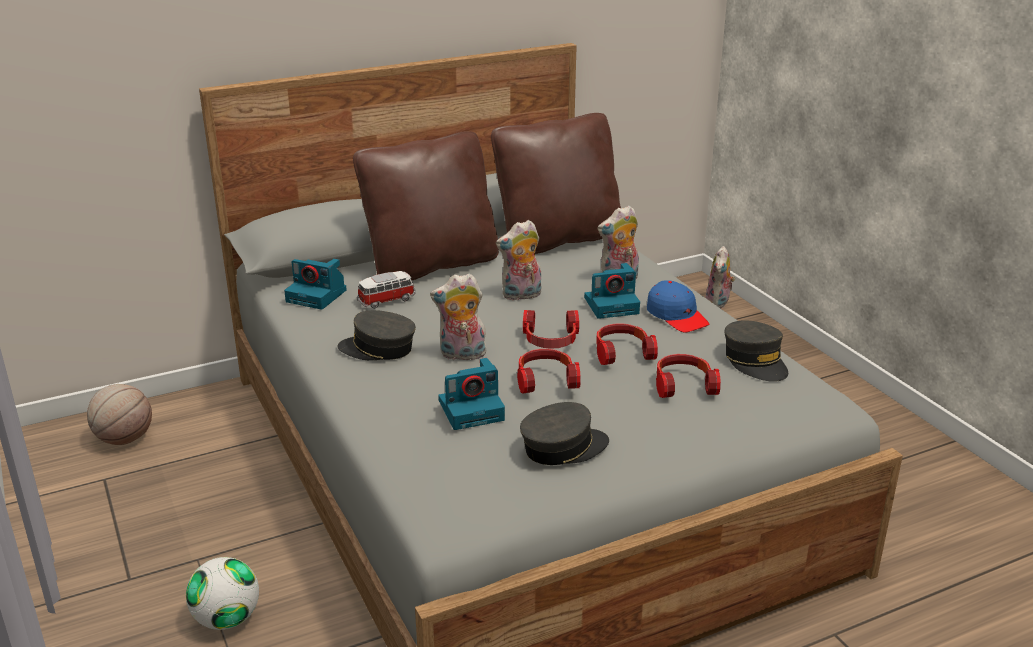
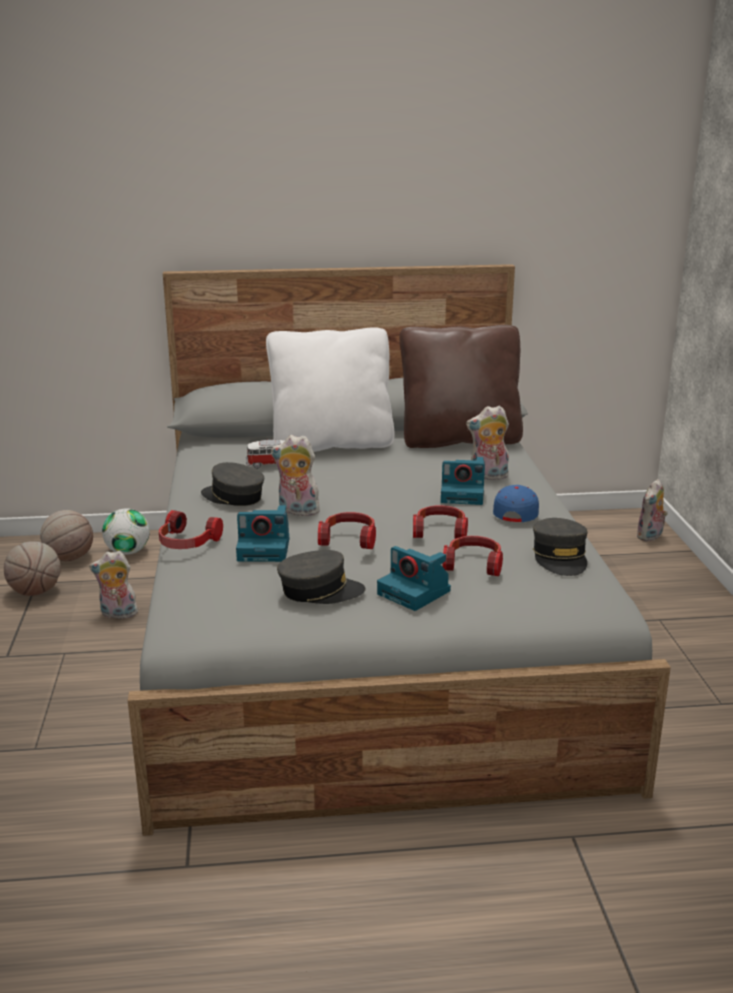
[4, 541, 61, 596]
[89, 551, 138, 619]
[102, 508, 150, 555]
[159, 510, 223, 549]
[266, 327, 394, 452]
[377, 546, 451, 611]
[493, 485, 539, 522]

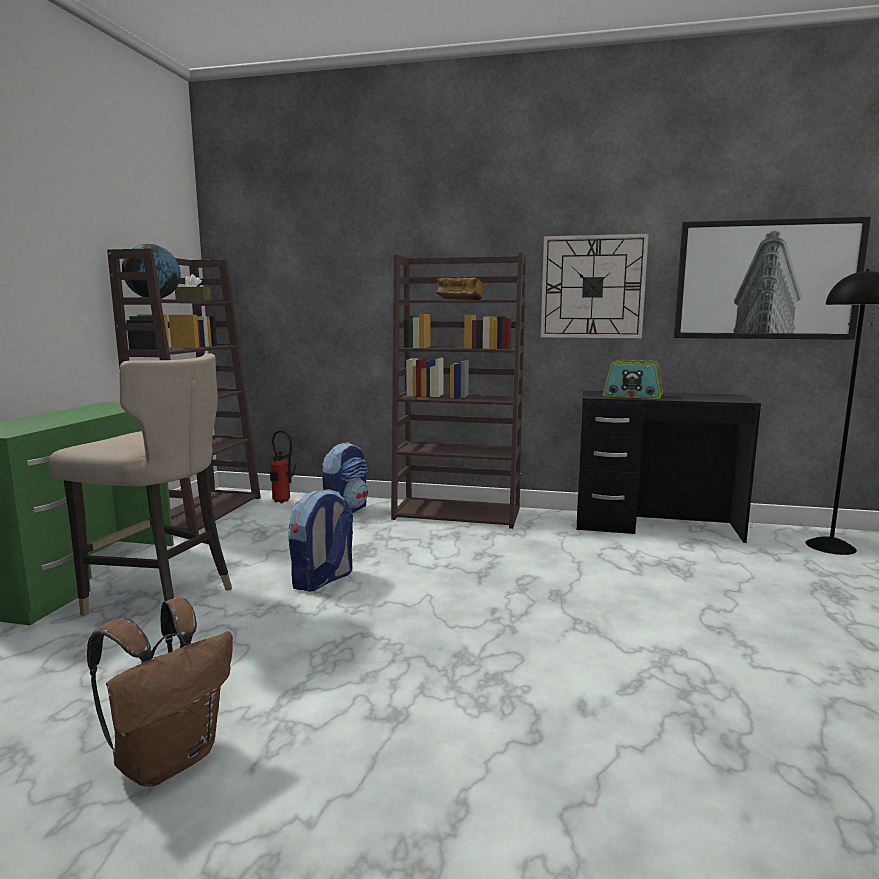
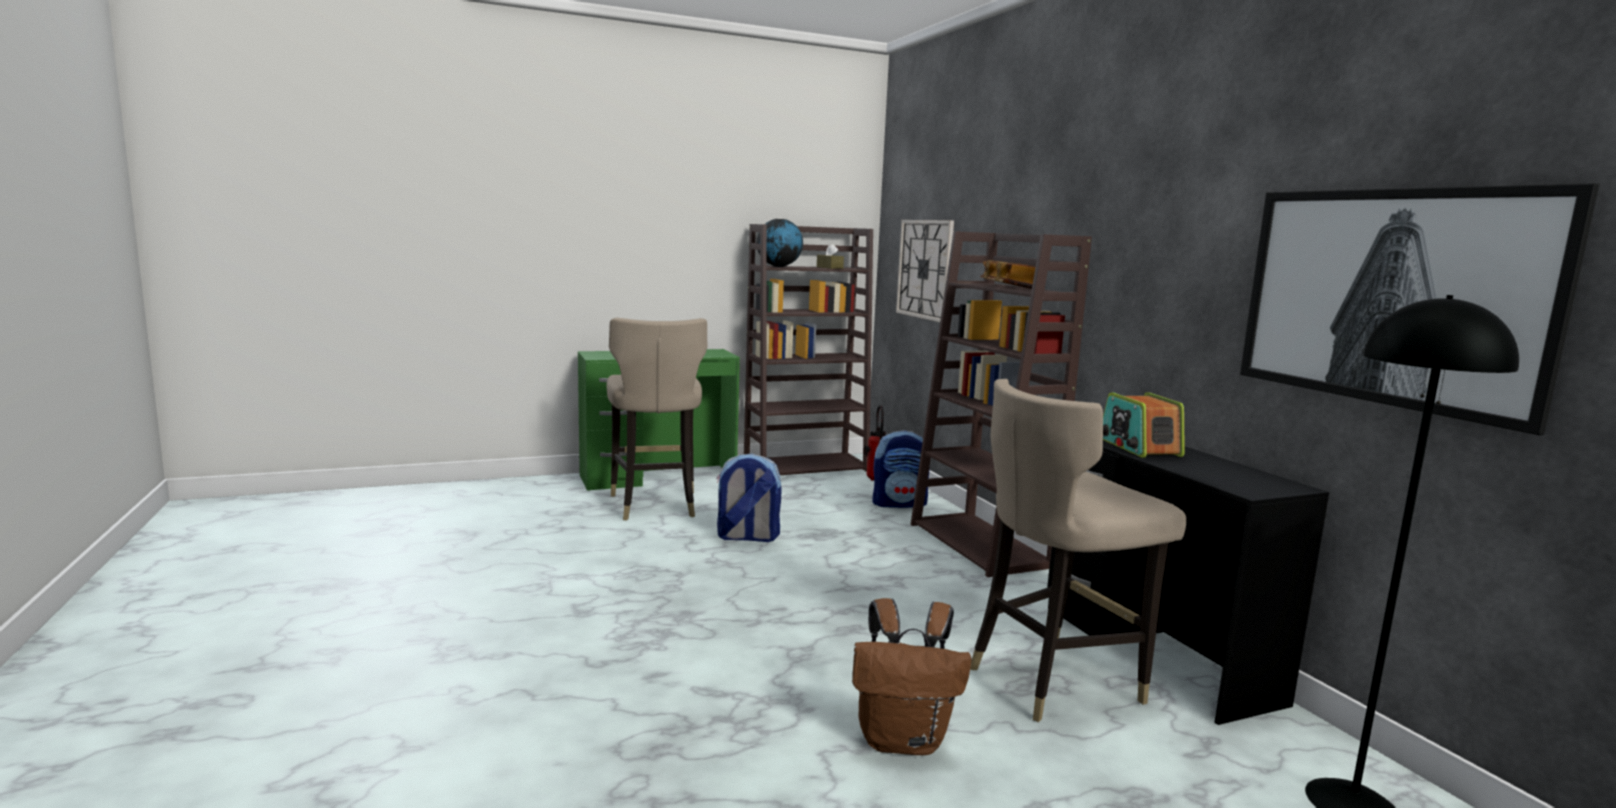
[852, 598, 972, 755]
[896, 220, 954, 322]
[970, 379, 1186, 722]

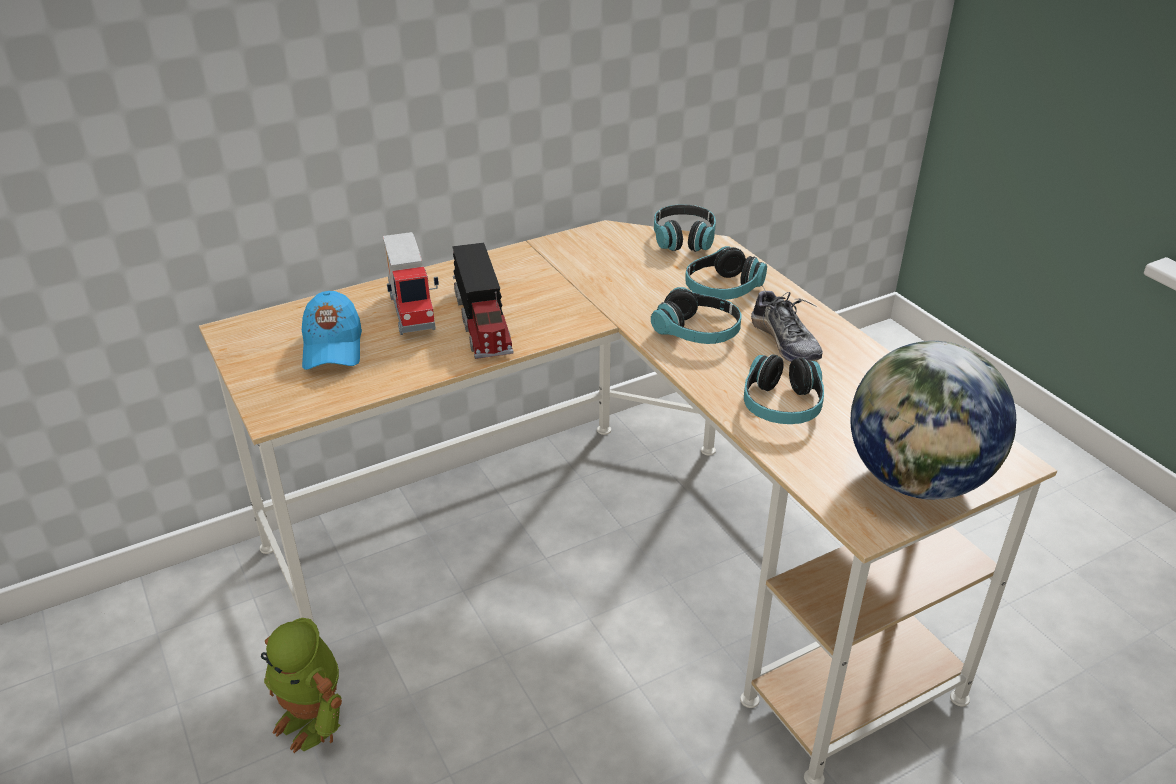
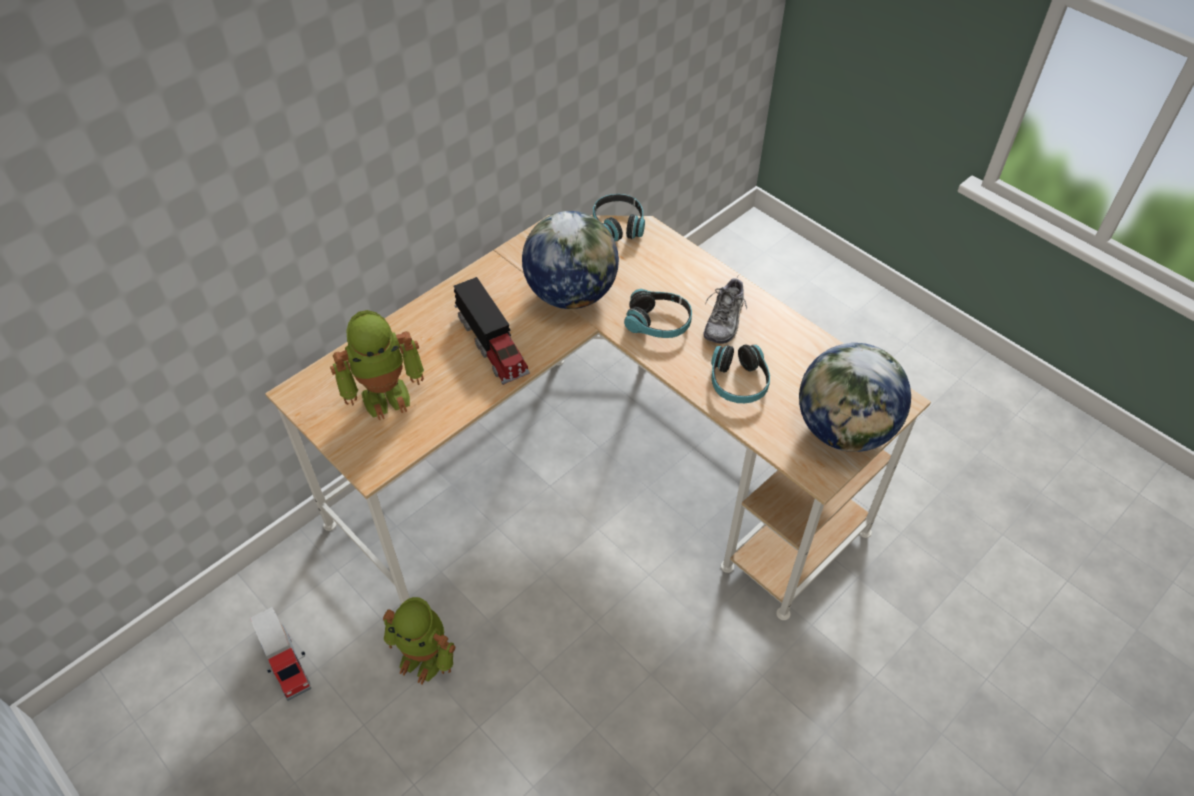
[250, 607, 312, 701]
[330, 310, 424, 420]
[522, 211, 619, 309]
[704, 279, 747, 344]
[685, 246, 767, 300] (first image)

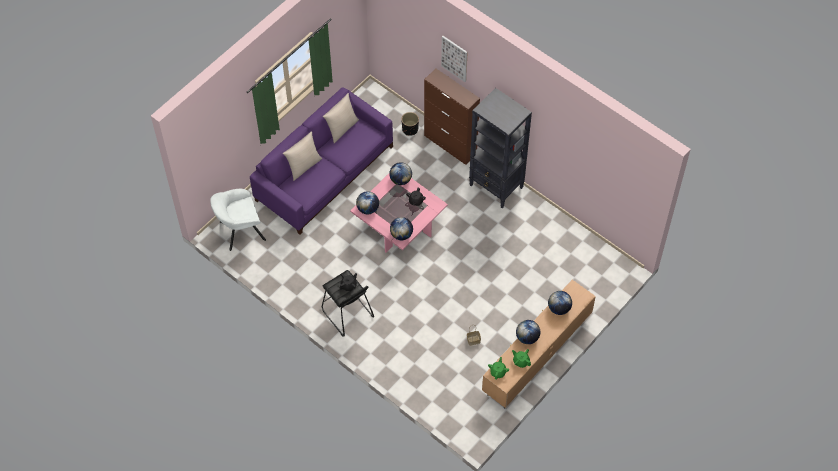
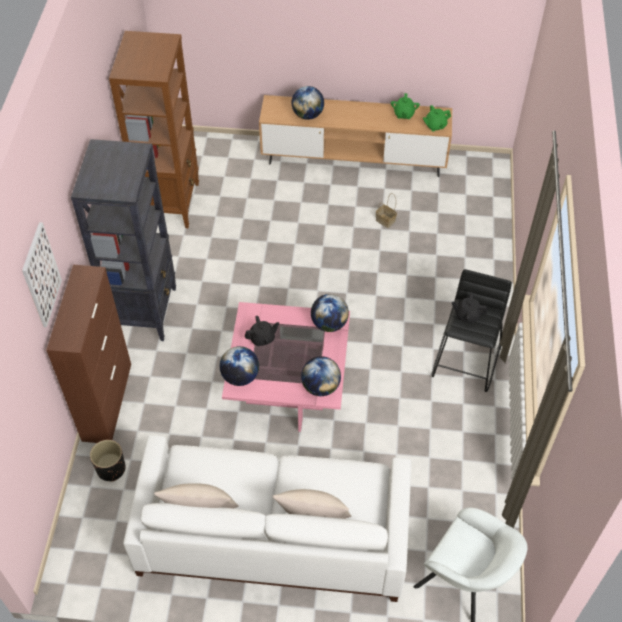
[109, 31, 199, 228]
[123, 435, 411, 602]
[516, 320, 540, 344] (first image)

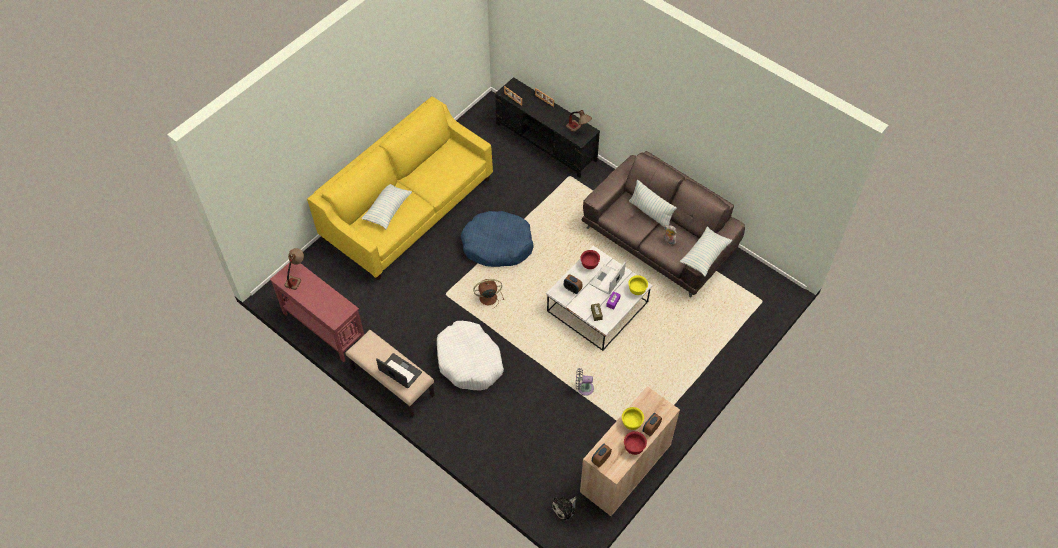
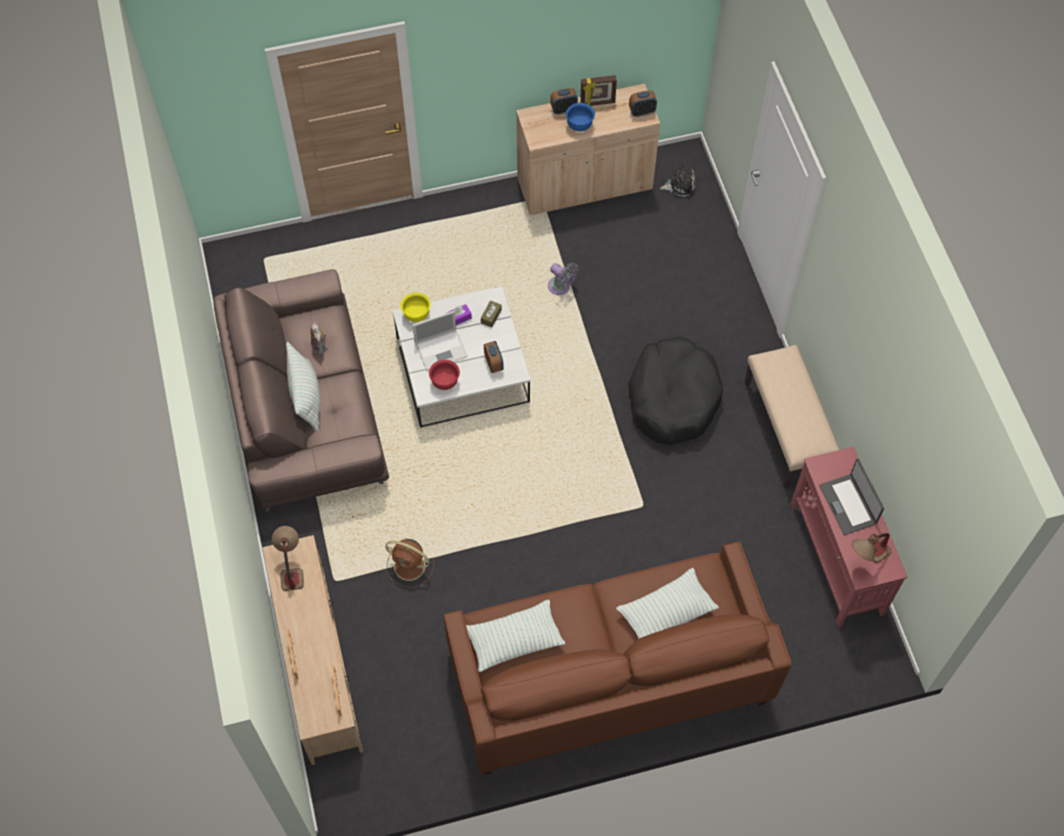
[262, 535, 363, 765]
[385, 539, 434, 588]
[444, 541, 792, 775]
[466, 600, 565, 672]
[566, 103, 595, 131]
[580, 75, 617, 106]
[628, 336, 723, 445]
[819, 459, 884, 535]
[461, 211, 534, 267] (first image)

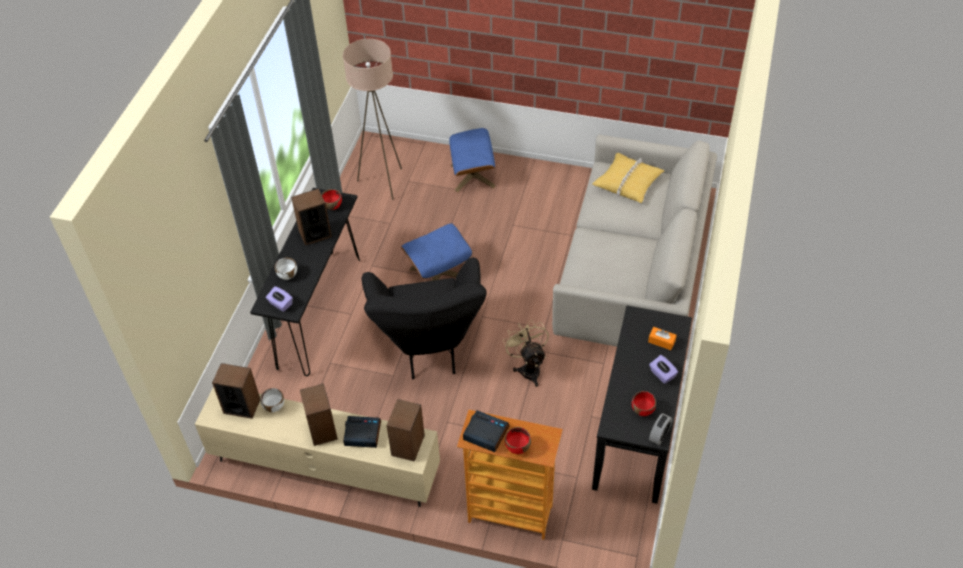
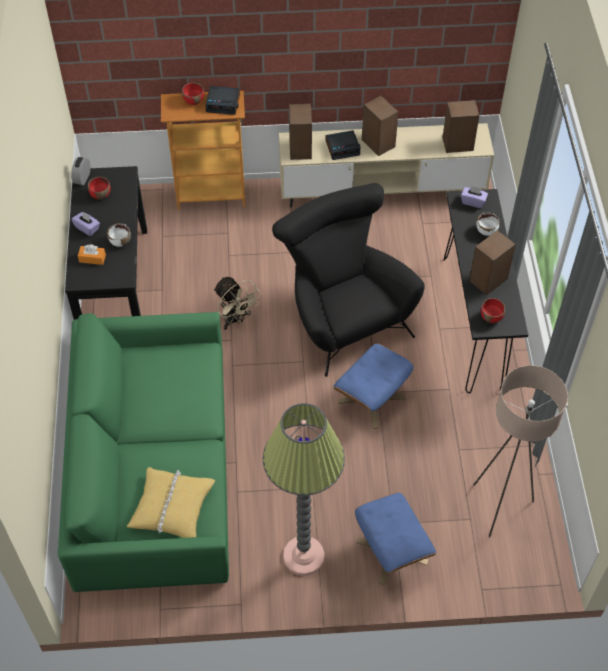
[58, 312, 229, 592]
[107, 223, 131, 247]
[263, 403, 345, 576]

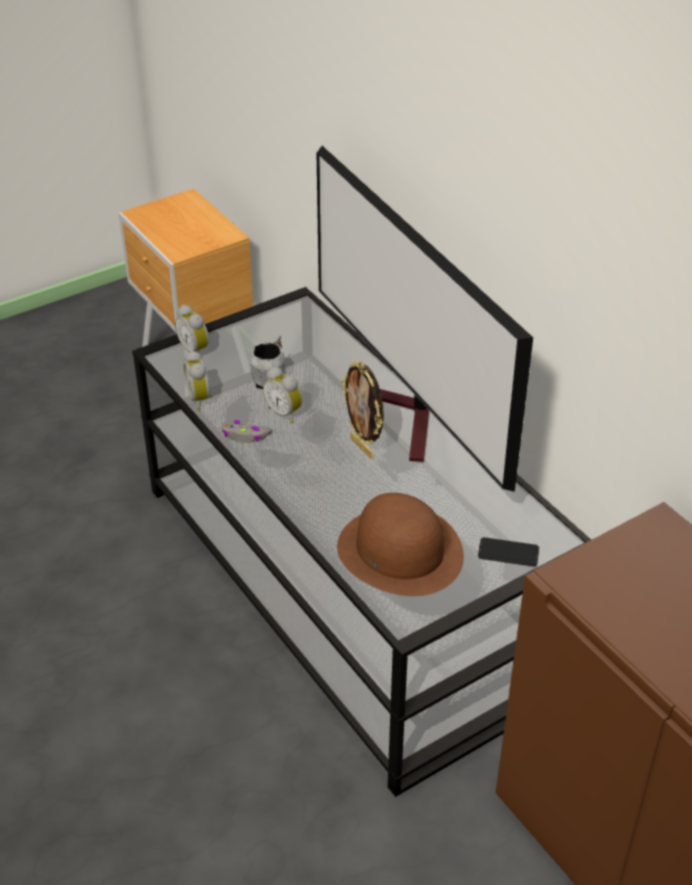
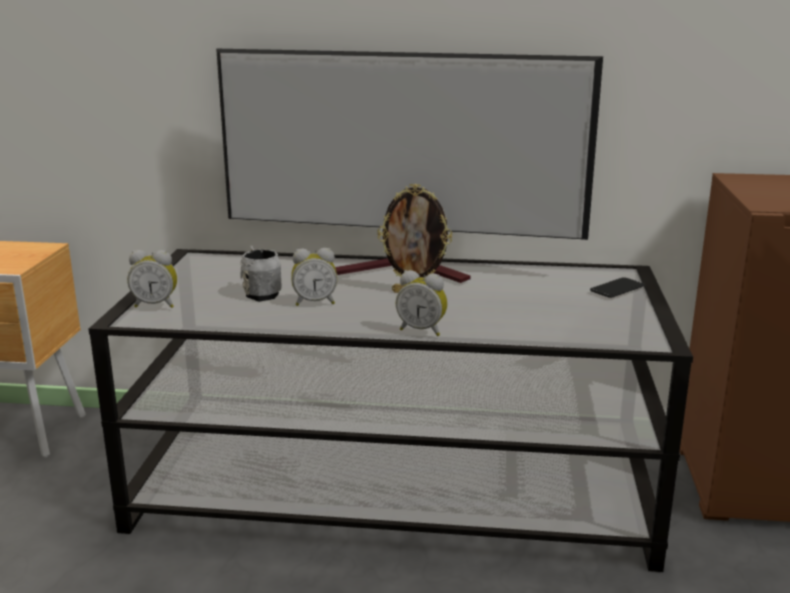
[396, 270, 448, 336]
[222, 420, 272, 443] (first image)
[337, 493, 464, 596] (first image)

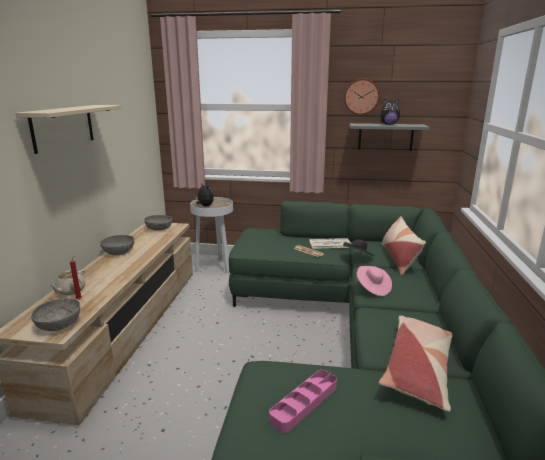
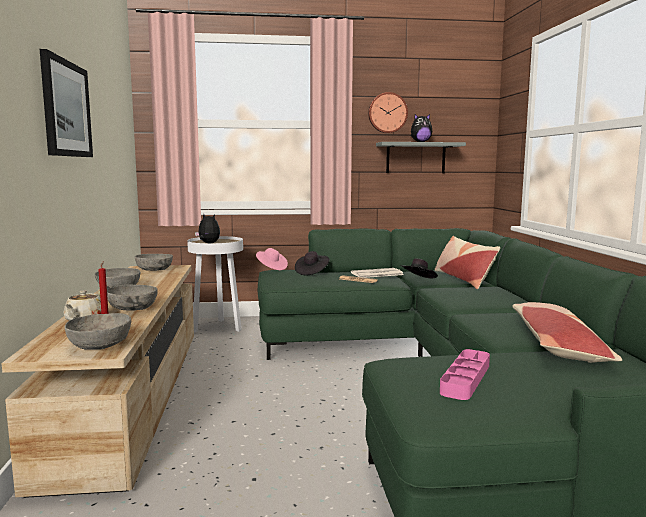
[40, 49, 93, 157]
[107, 285, 158, 311]
[256, 248, 288, 270]
[295, 251, 330, 275]

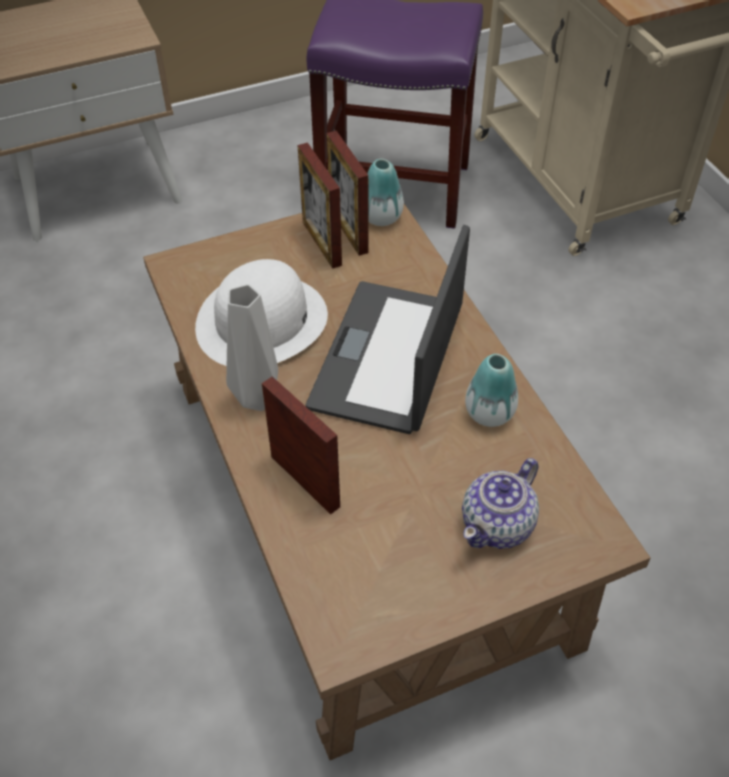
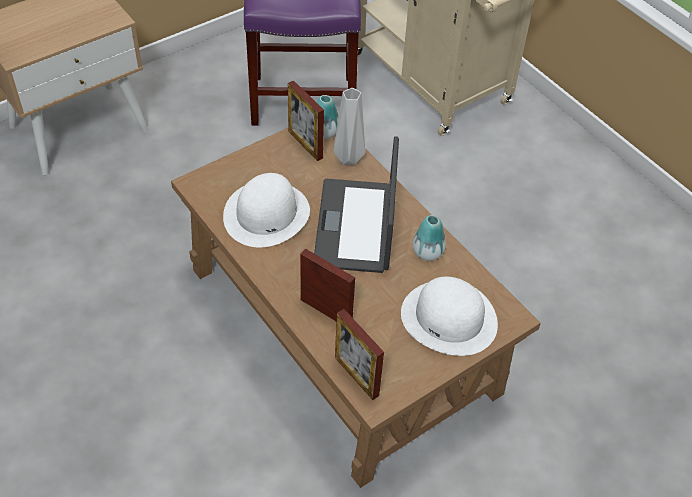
[333, 88, 365, 165]
[335, 309, 384, 400]
[401, 277, 498, 356]

